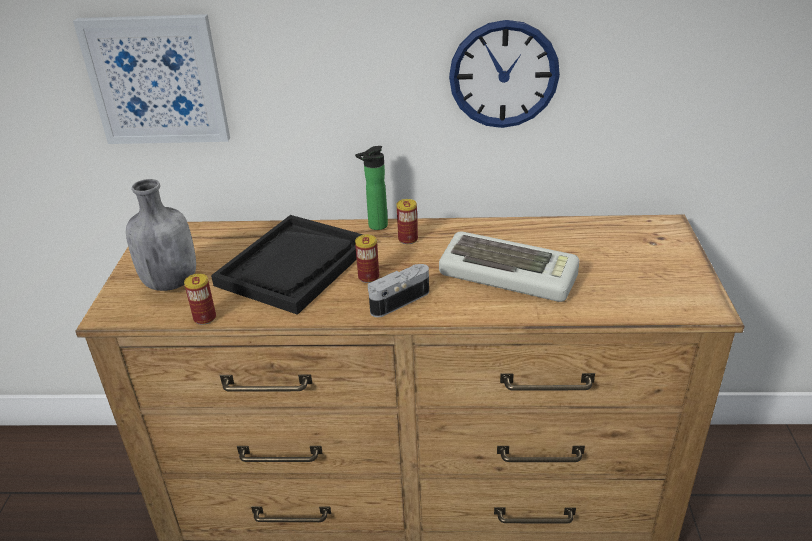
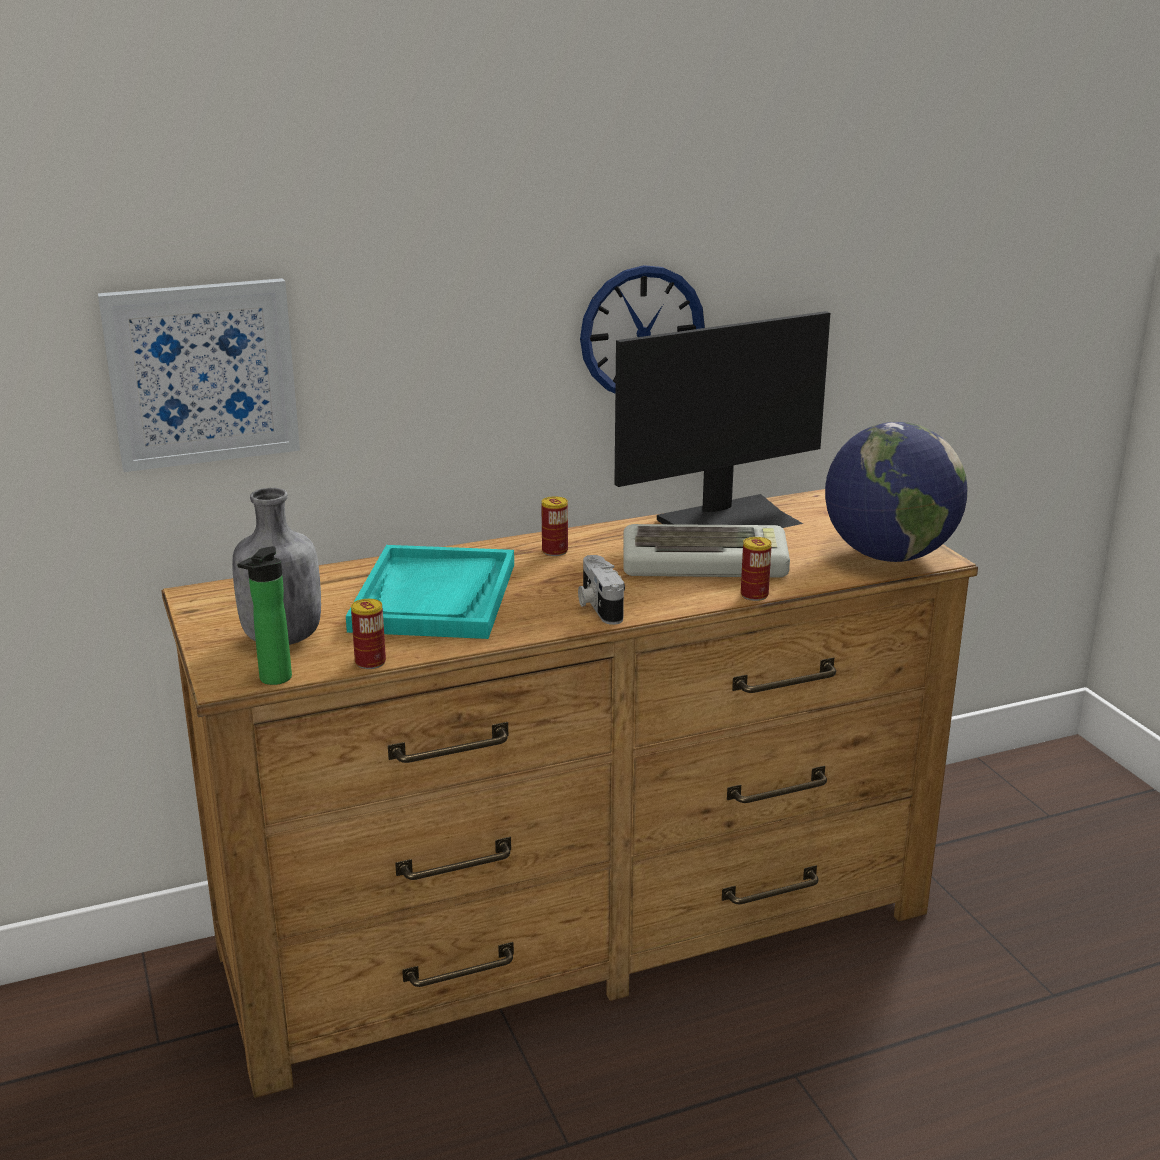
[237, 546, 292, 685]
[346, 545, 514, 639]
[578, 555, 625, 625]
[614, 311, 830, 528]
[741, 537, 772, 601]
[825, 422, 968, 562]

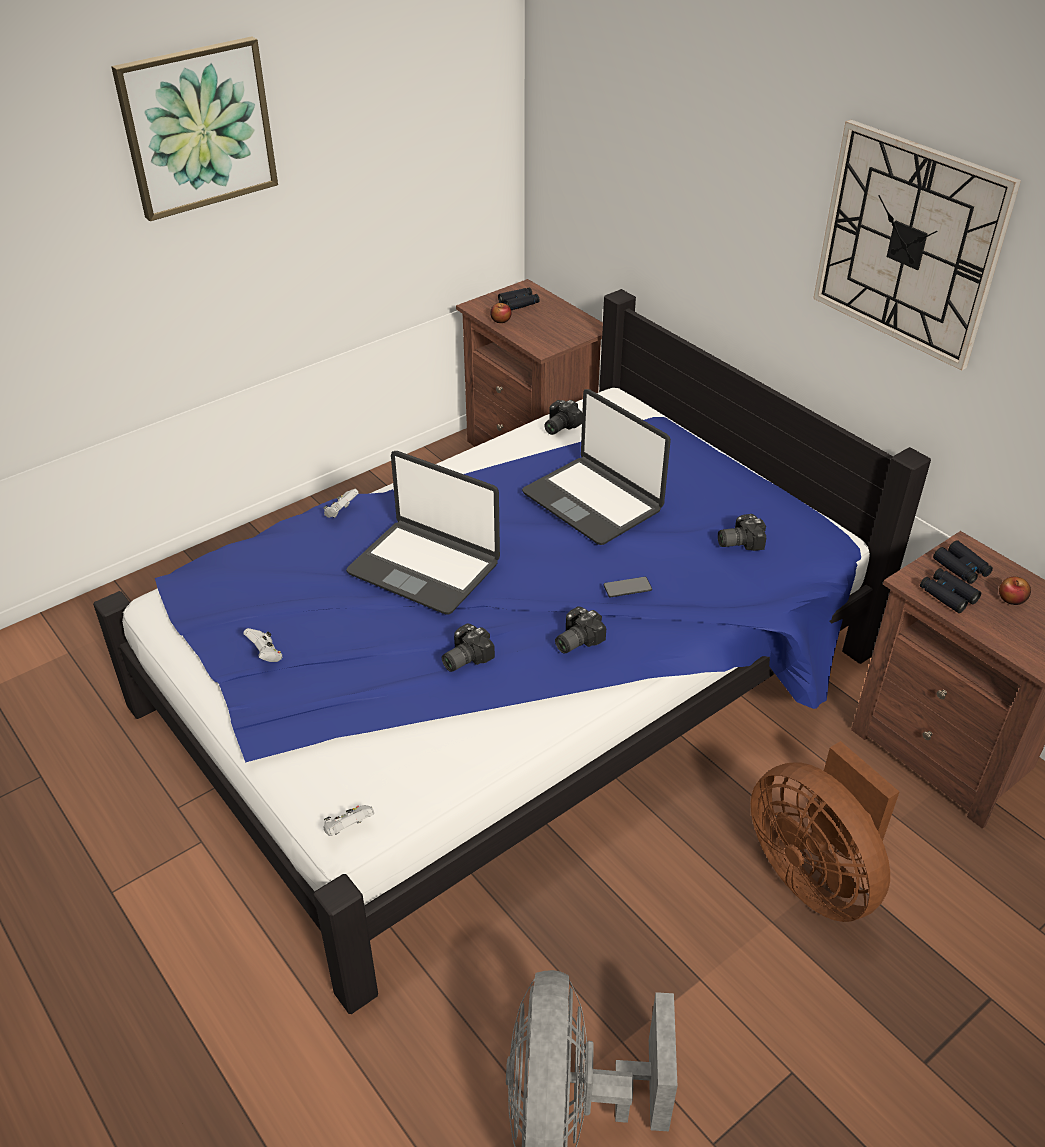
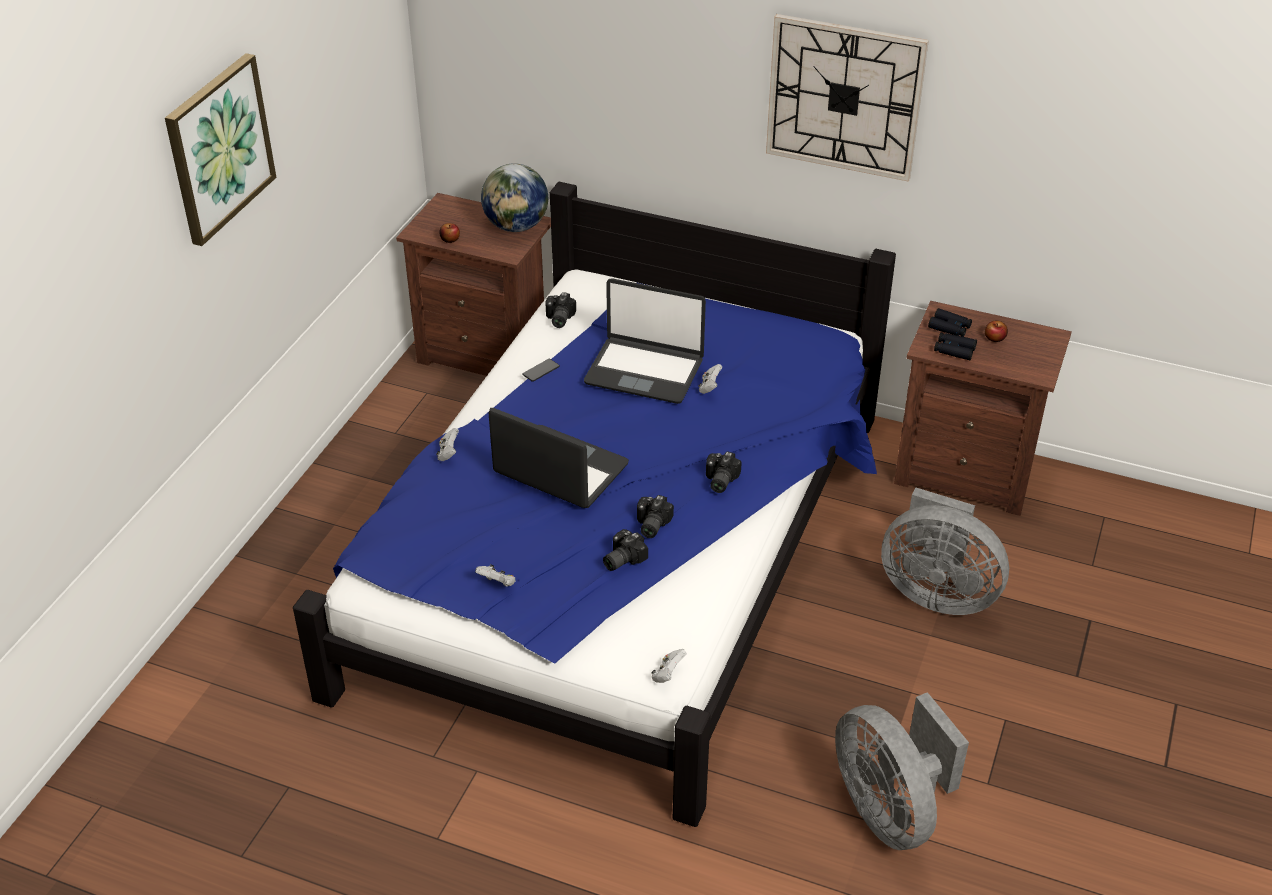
[481, 163, 548, 232]
[489, 408, 629, 508]
[522, 359, 560, 382]
[603, 529, 648, 571]
[698, 364, 722, 394]
[881, 487, 1009, 615]
[498, 287, 539, 310] (first image)

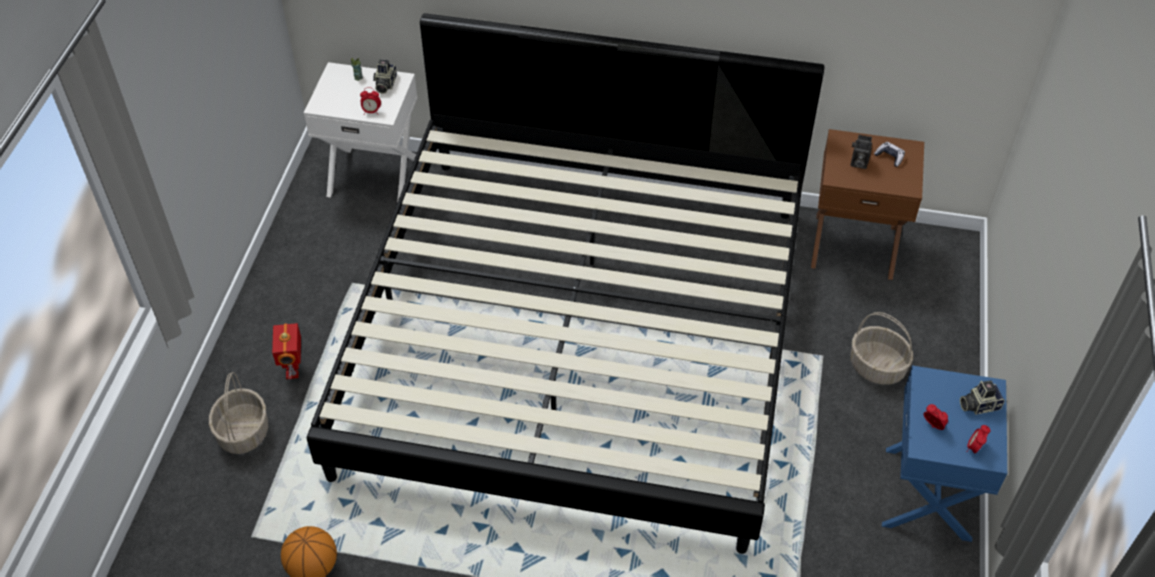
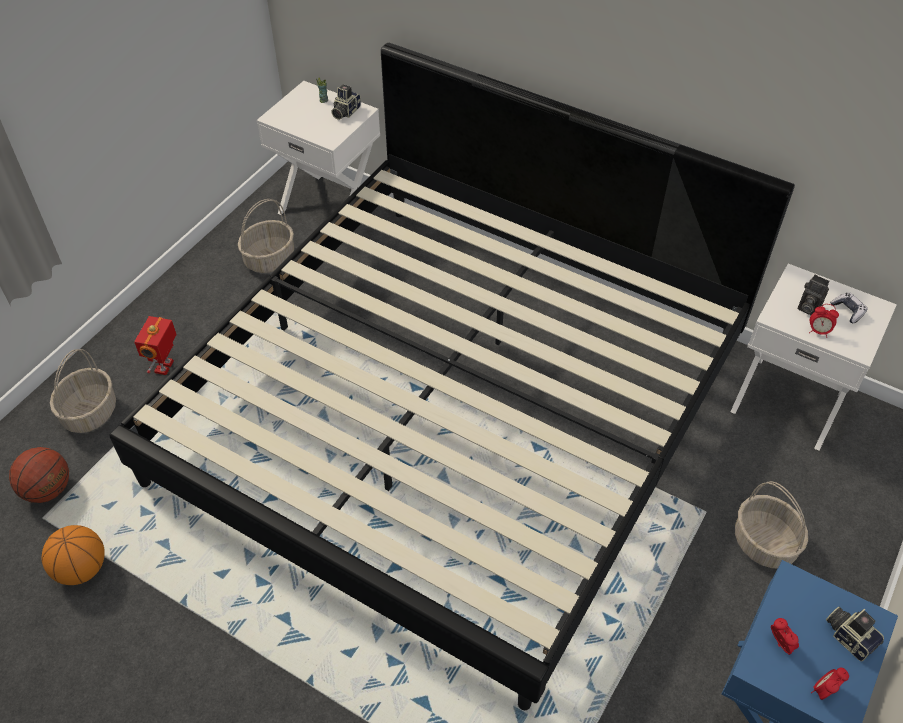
[9, 447, 69, 503]
[238, 199, 294, 273]
[731, 264, 897, 451]
[809, 304, 839, 338]
[826, 606, 884, 662]

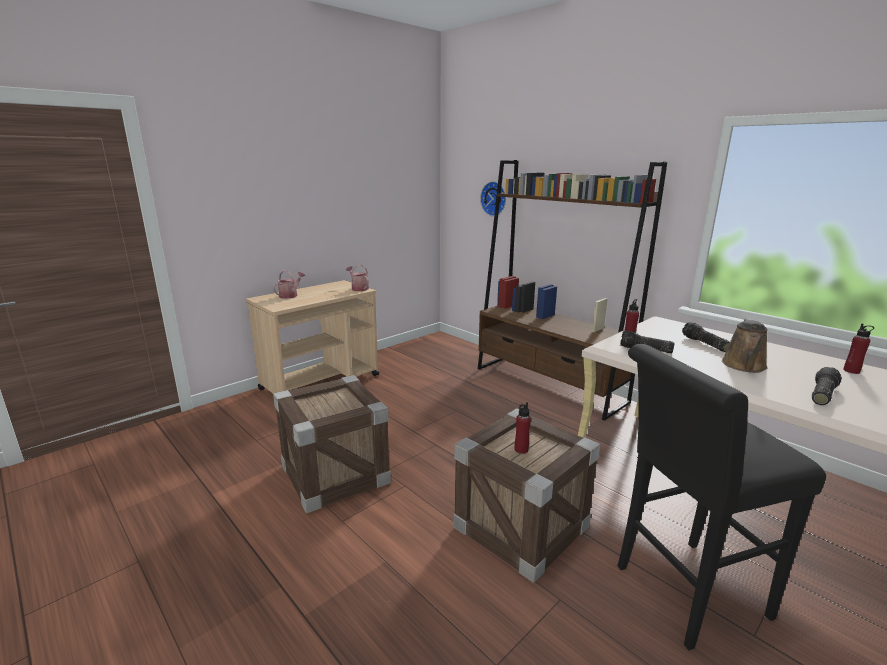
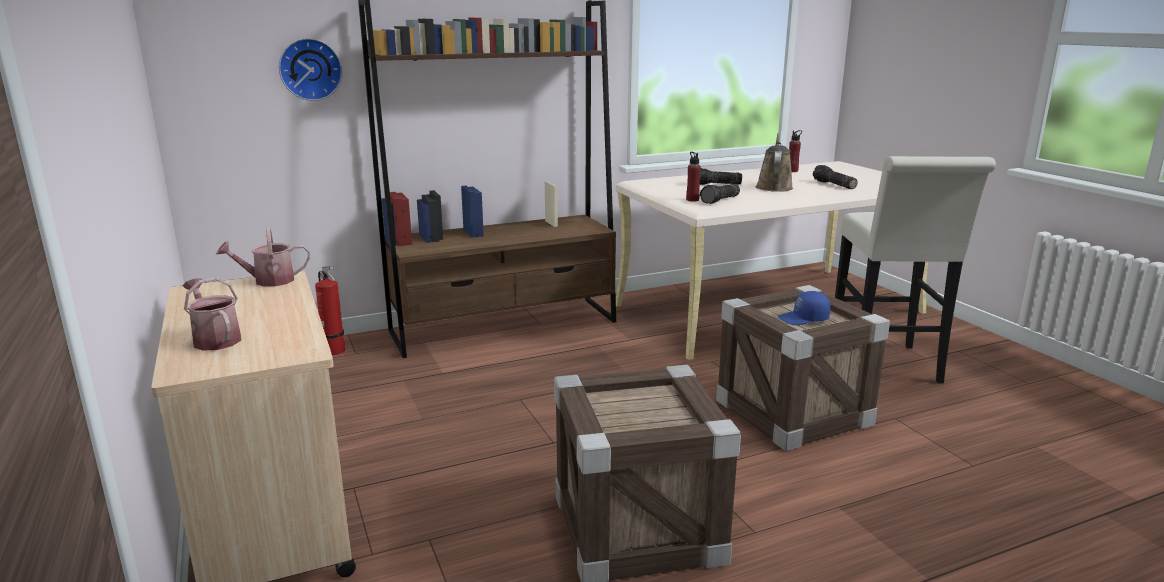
[315, 266, 345, 355]
[756, 133, 793, 192]
[778, 291, 830, 325]
[835, 156, 996, 384]

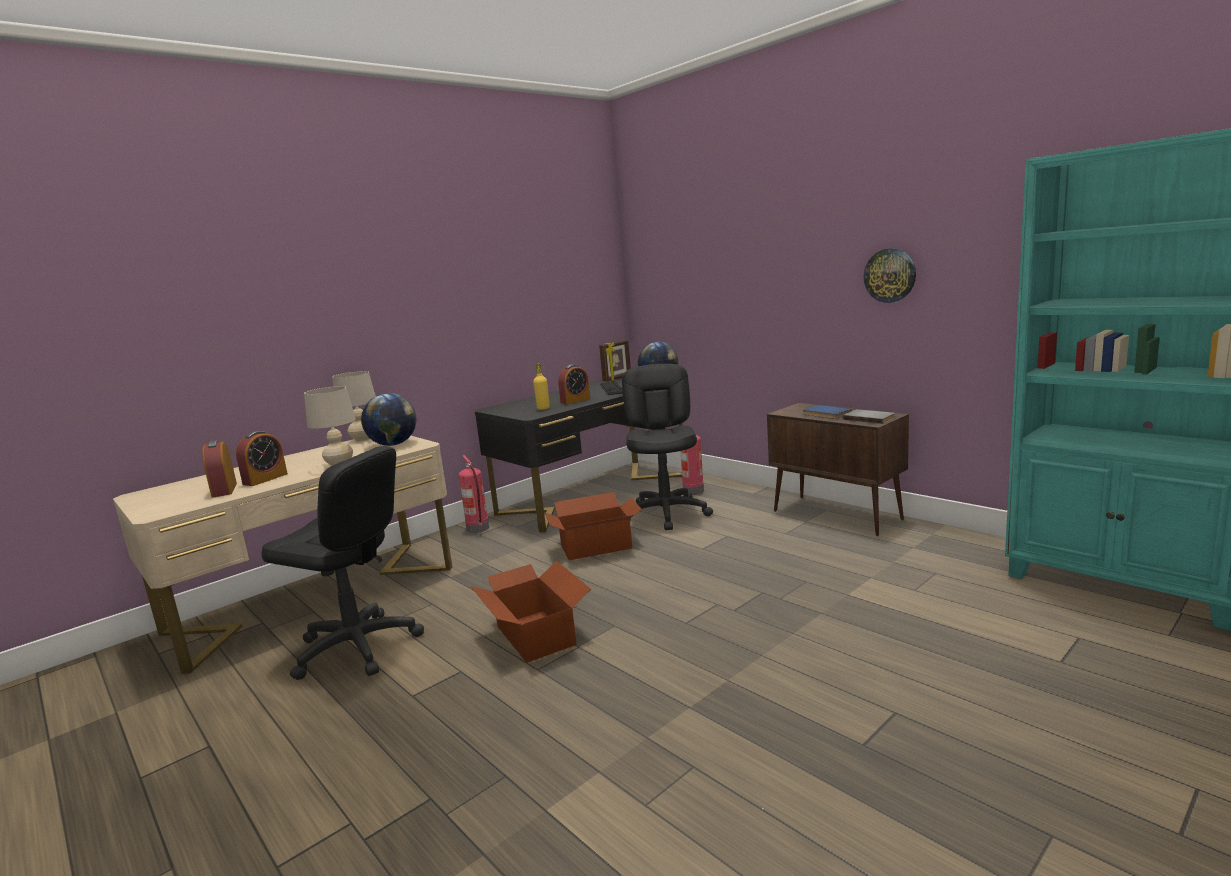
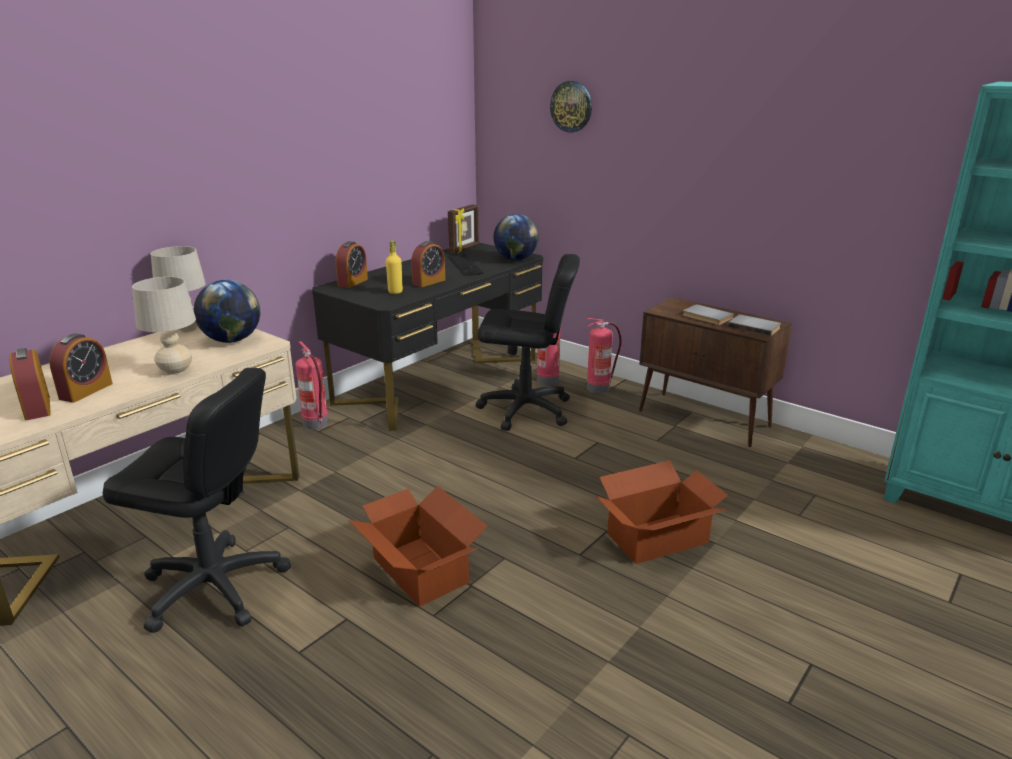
[336, 241, 368, 288]
[476, 254, 580, 431]
[550, 81, 592, 133]
[587, 318, 622, 394]
[596, 460, 729, 564]
[683, 304, 734, 325]

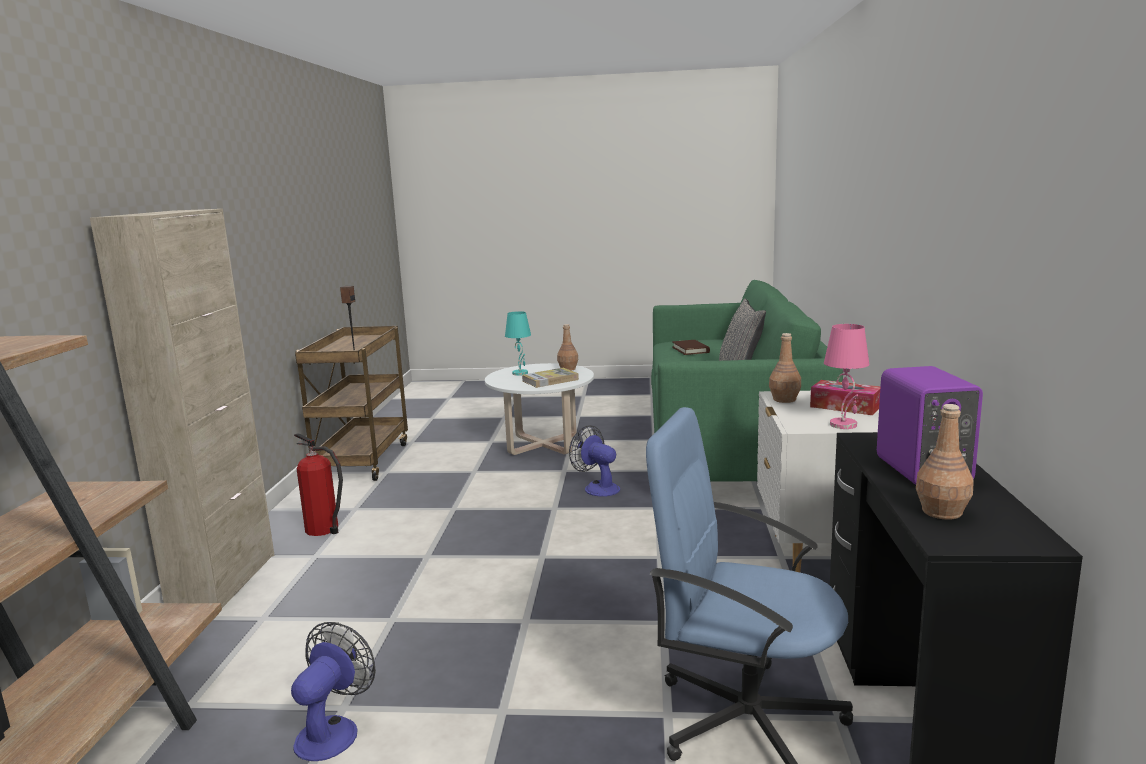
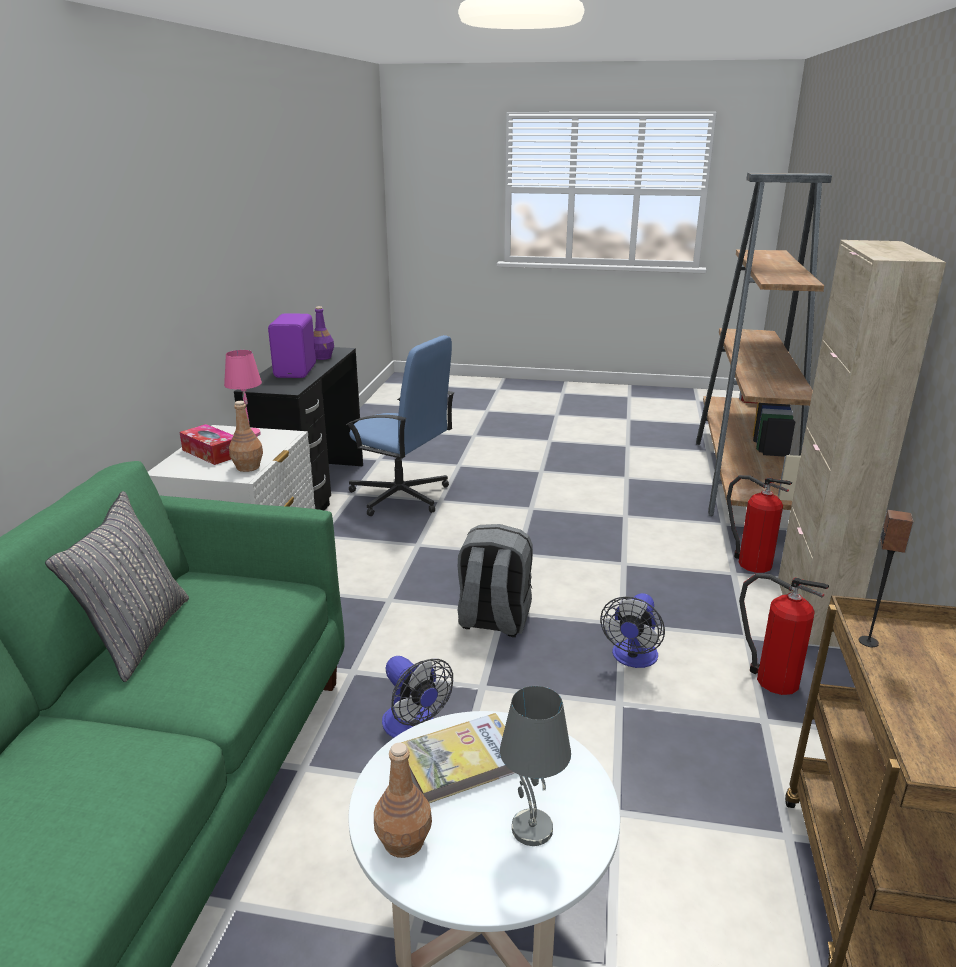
[314, 306, 334, 360]
[458, 524, 533, 637]
[500, 686, 571, 846]
[600, 593, 665, 668]
[727, 475, 792, 573]
[672, 340, 710, 355] (first image)

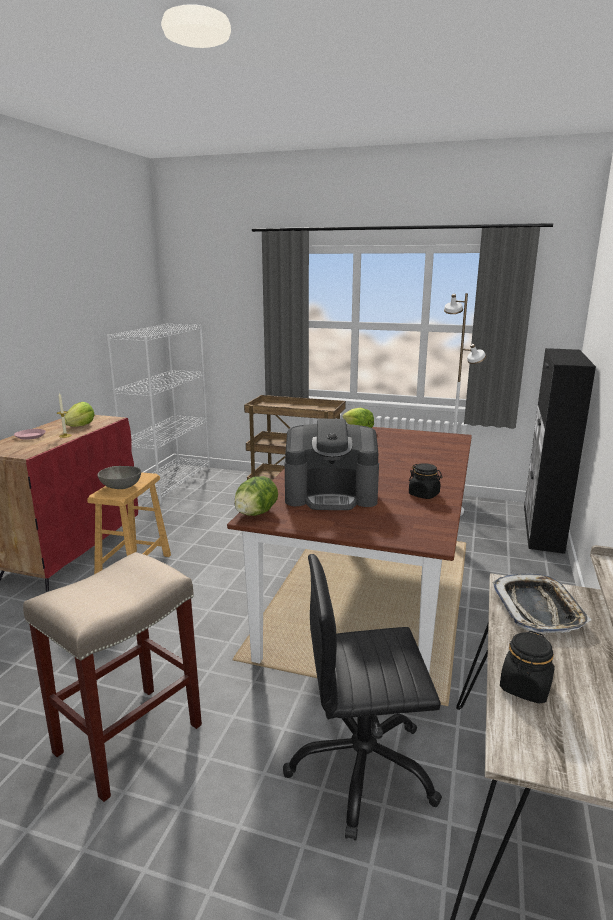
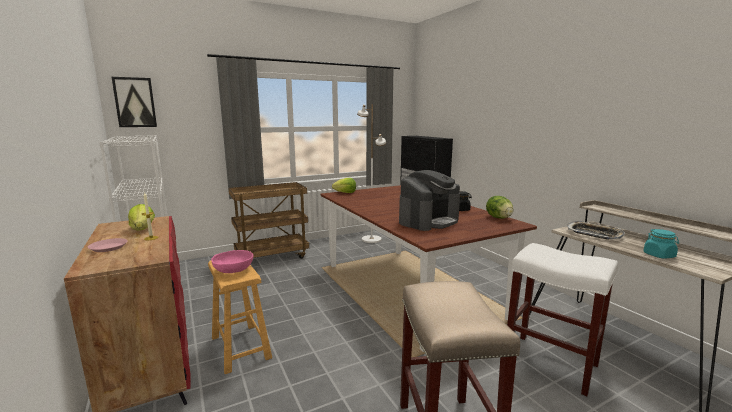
[111, 77, 157, 127]
[211, 250, 253, 273]
[486, 196, 514, 219]
[507, 243, 618, 396]
[643, 229, 679, 258]

